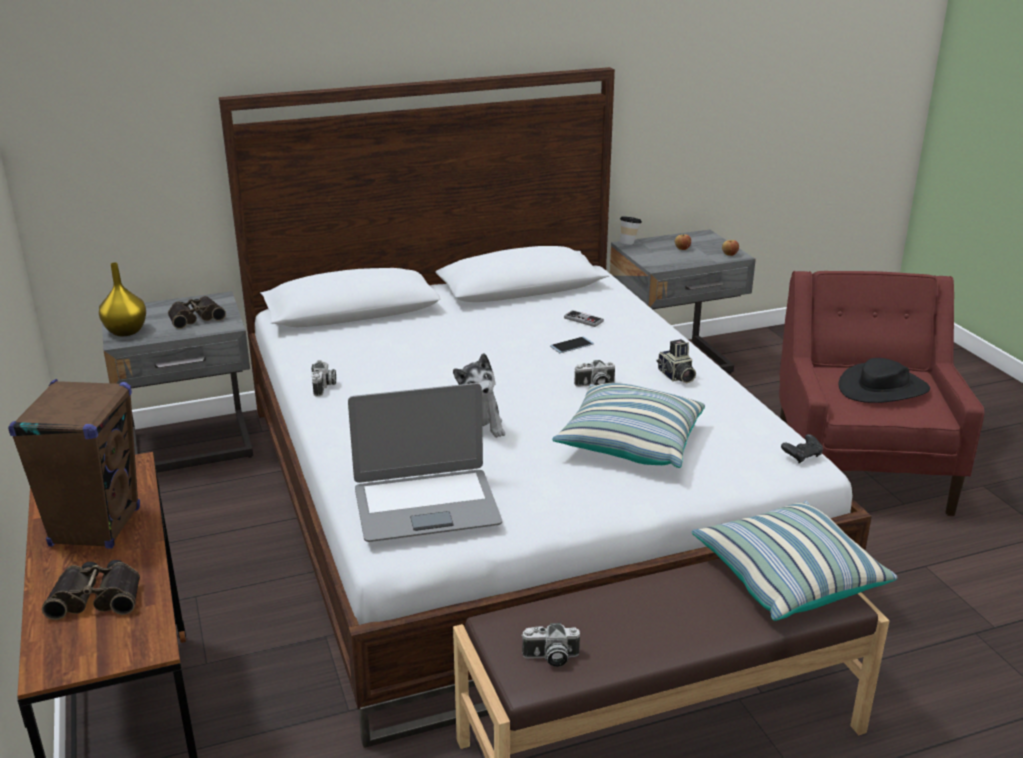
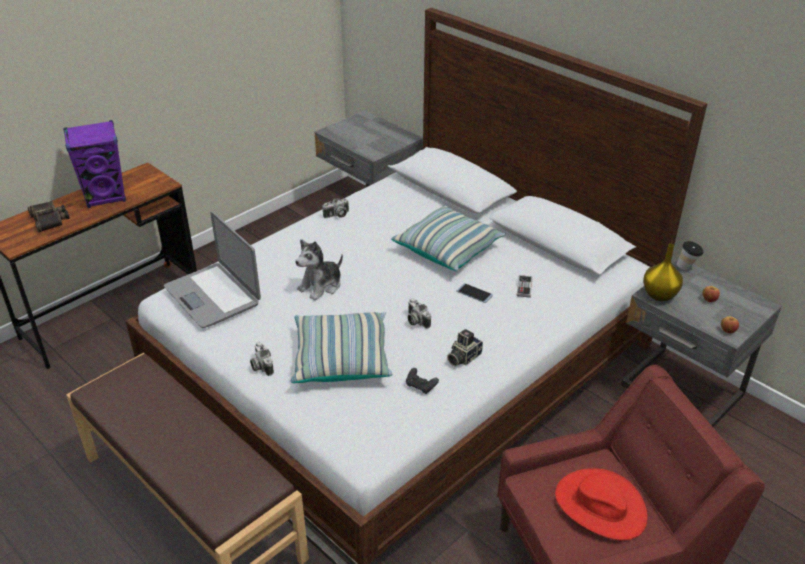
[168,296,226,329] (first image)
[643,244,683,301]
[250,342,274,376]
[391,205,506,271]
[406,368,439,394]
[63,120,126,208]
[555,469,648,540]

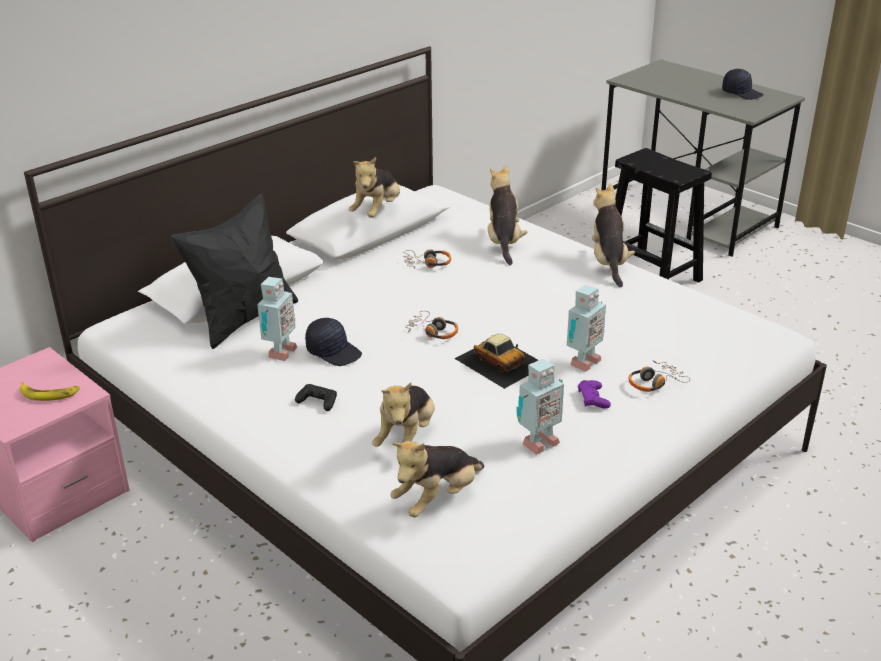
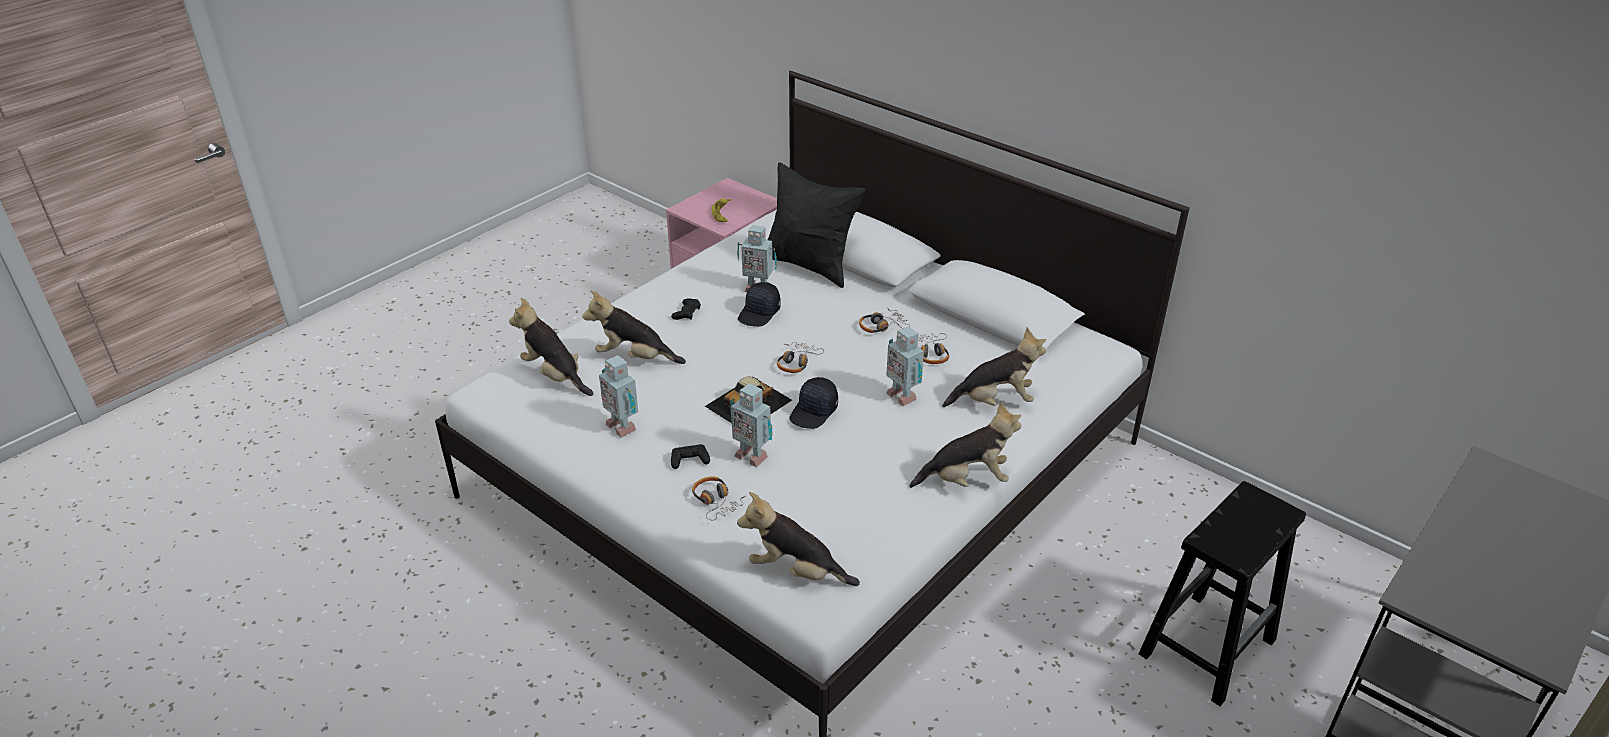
[859,308,910,333]
[886,326,924,406]
[737,492,860,586]
[790,377,838,429]
[671,444,710,469]

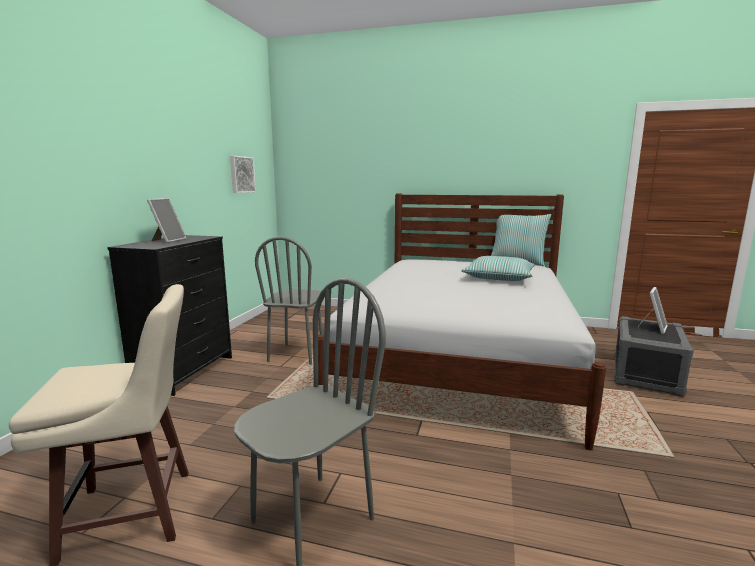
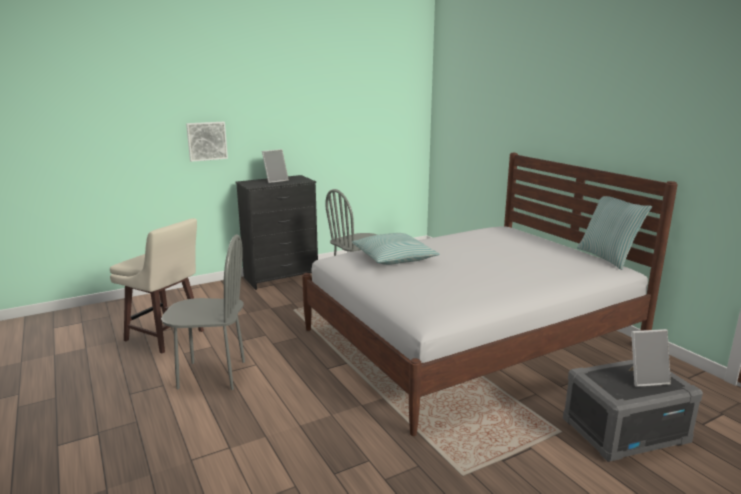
[186,122,228,162]
[352,233,440,265]

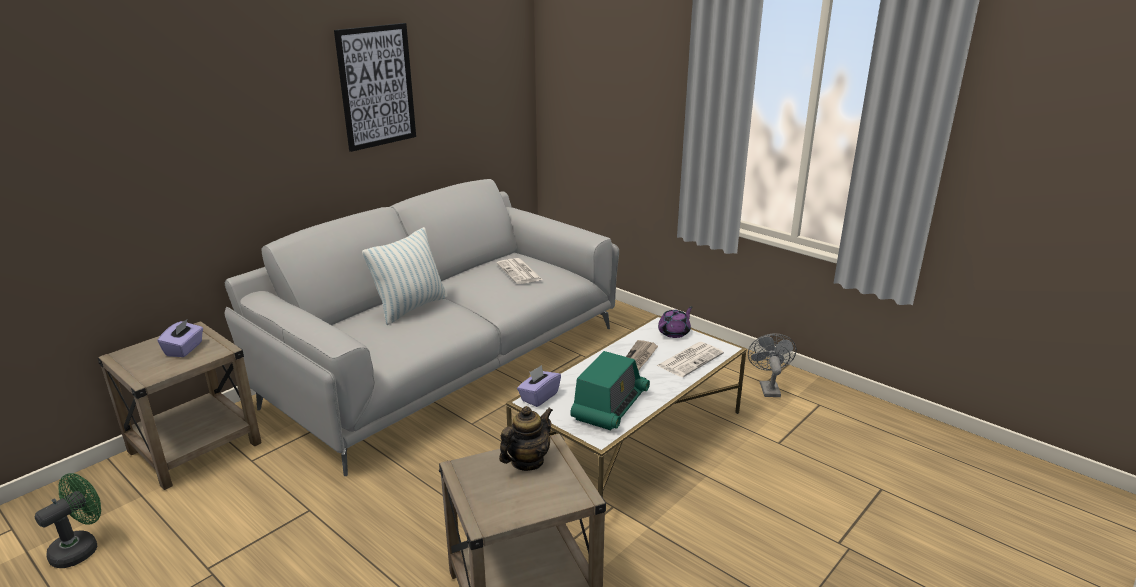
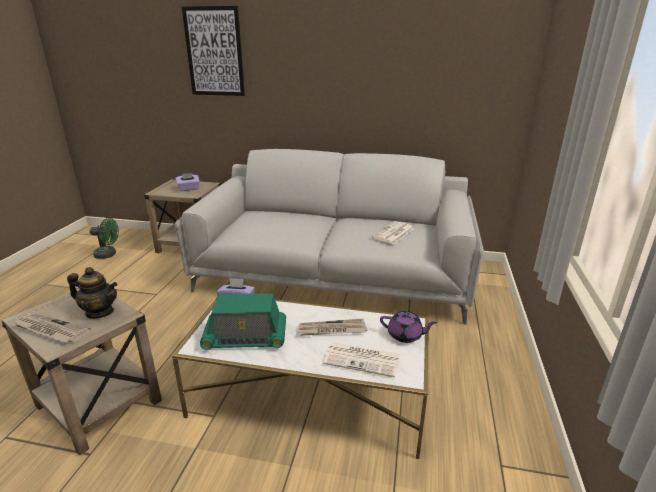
[362,227,448,325] (first image)
[748,333,797,397] (first image)
[12,313,91,343]
[182,6,245,96]

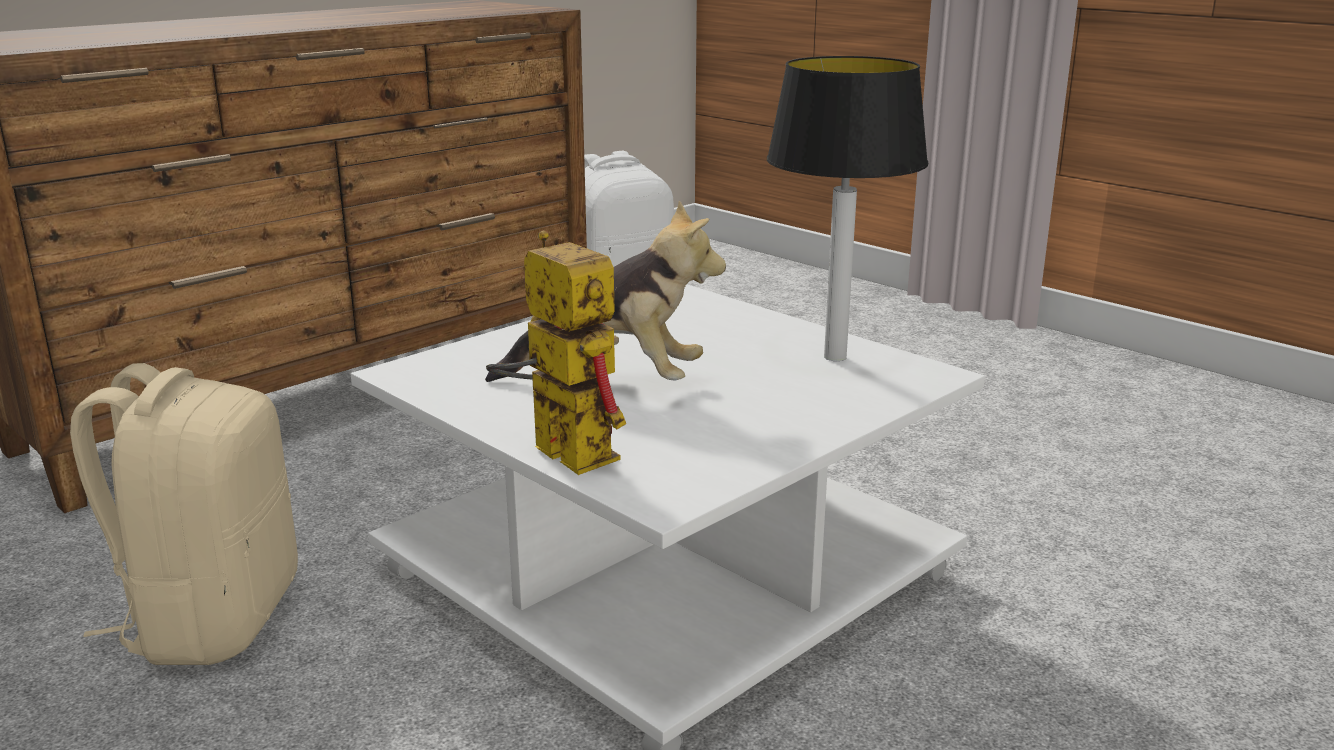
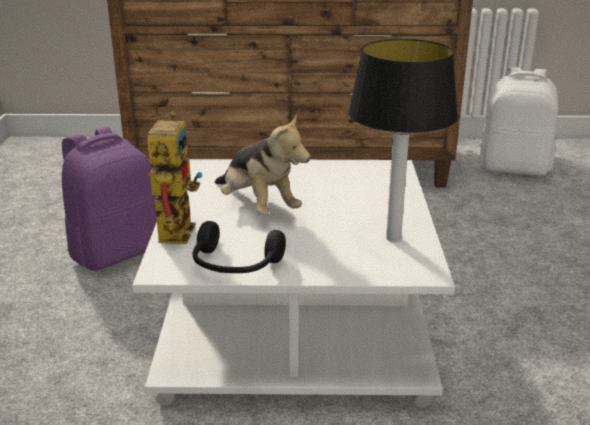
[193,221,286,273]
[62,127,157,271]

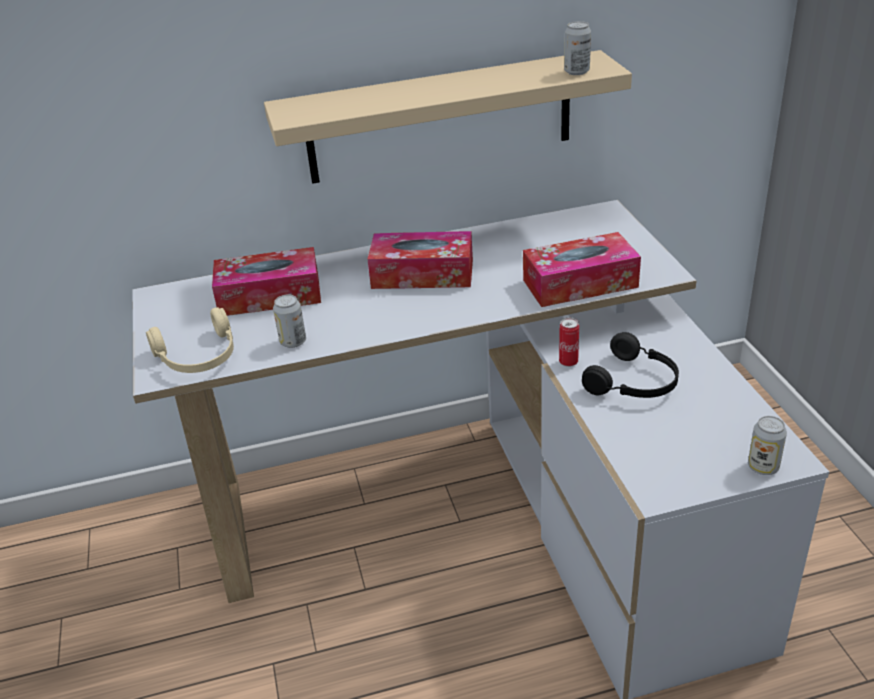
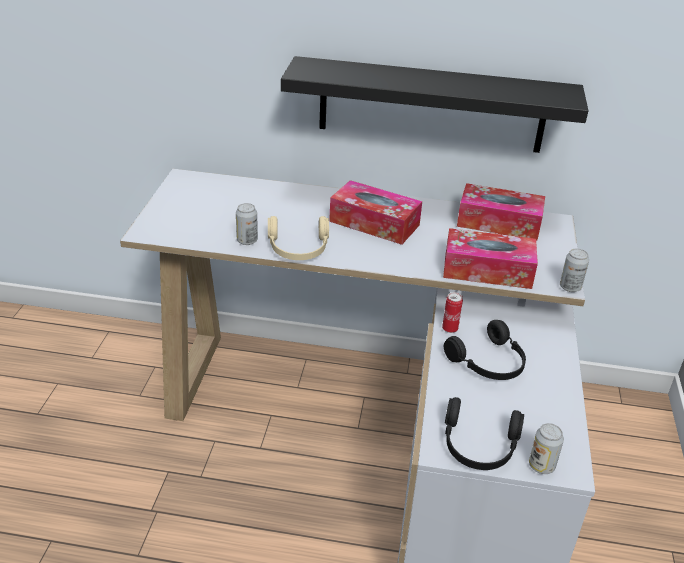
[445,397,524,470]
[268,216,329,260]
[457,183,545,241]
[560,249,589,292]
[281,56,588,153]

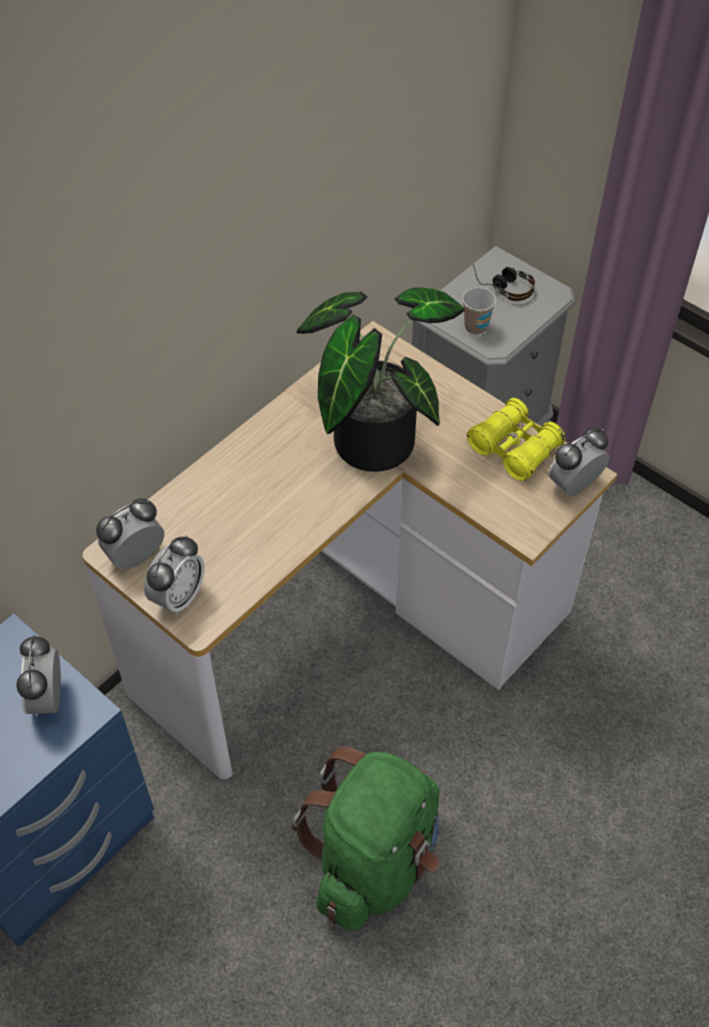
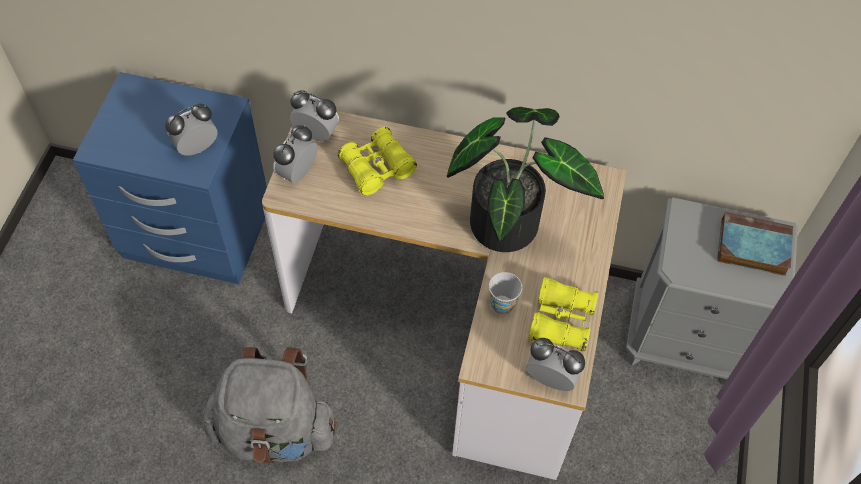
[338,127,417,196]
[489,272,522,314]
[717,212,793,276]
[203,347,338,463]
[273,125,318,183]

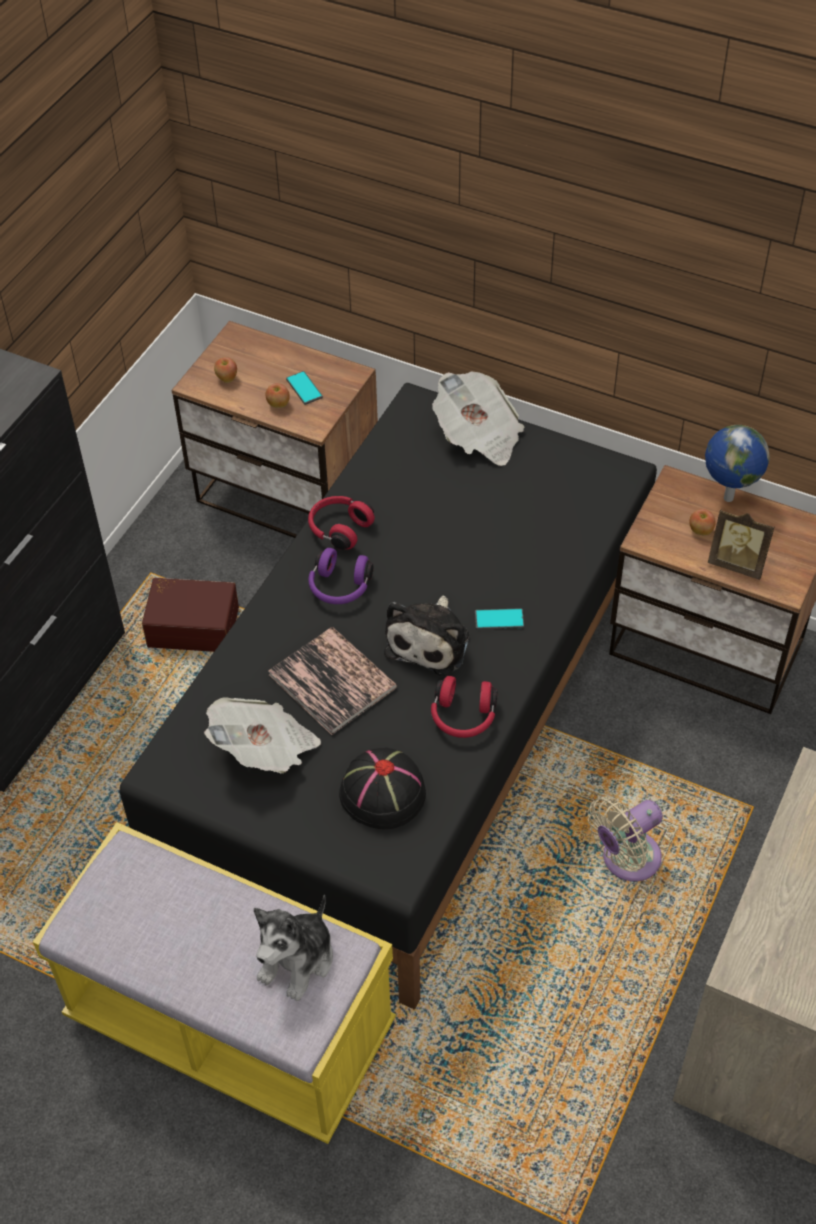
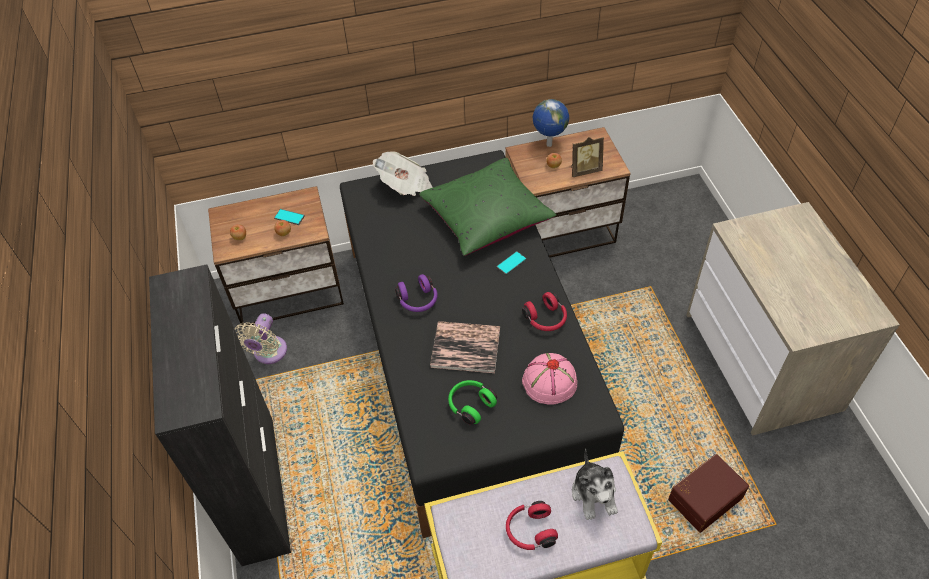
[384,596,469,675] (first image)
[419,158,556,256]
[668,454,749,533]
[506,501,558,550]
[234,313,287,364]
[448,380,497,425]
[522,353,578,405]

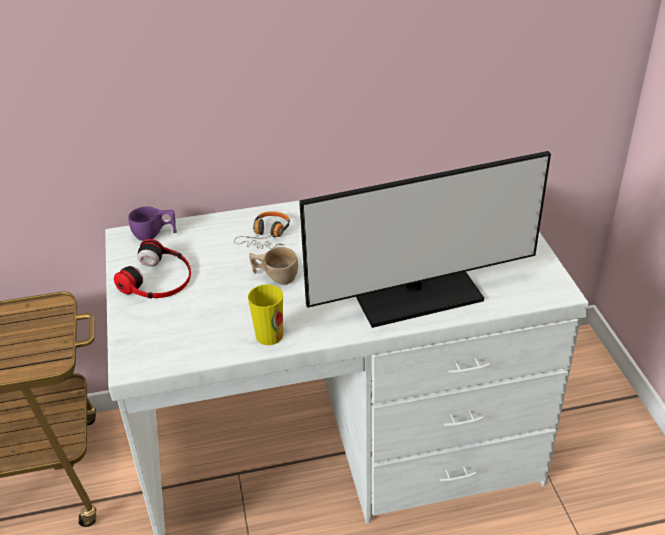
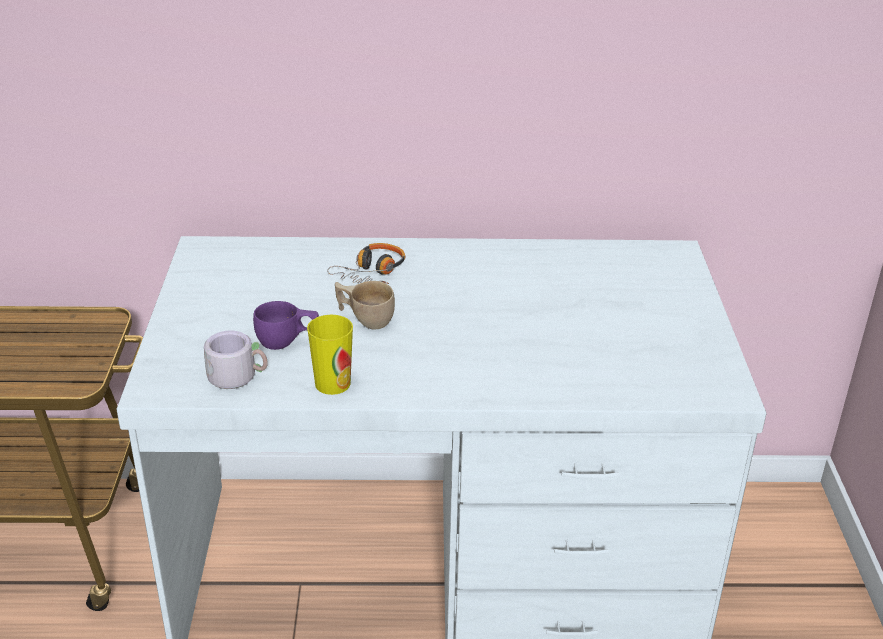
[114,239,191,298] (first image)
[299,151,551,328] (first image)
[204,331,268,389]
[253,301,319,350]

